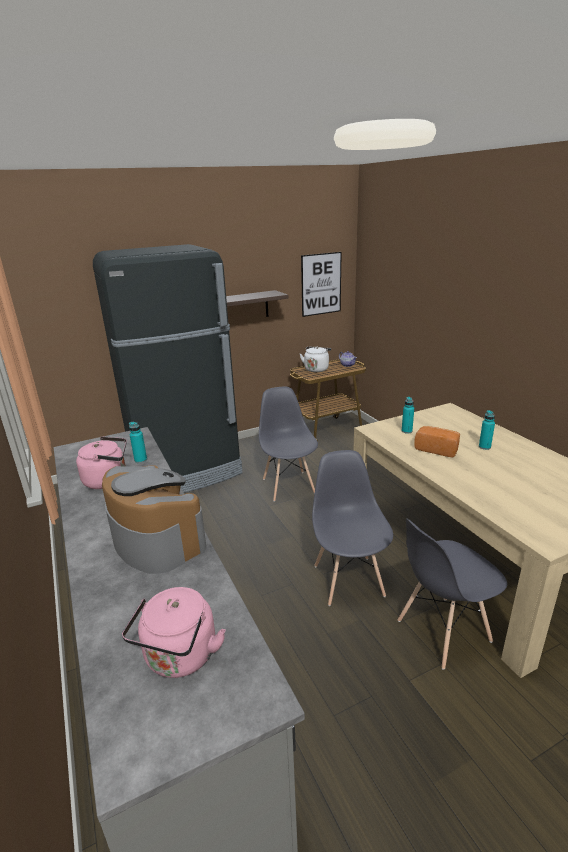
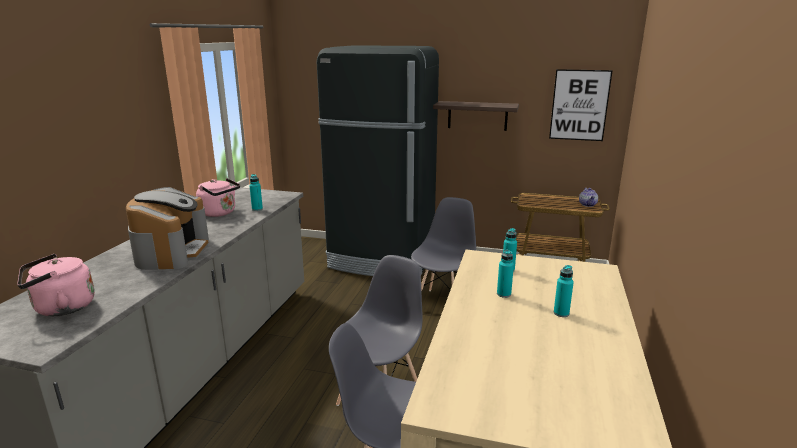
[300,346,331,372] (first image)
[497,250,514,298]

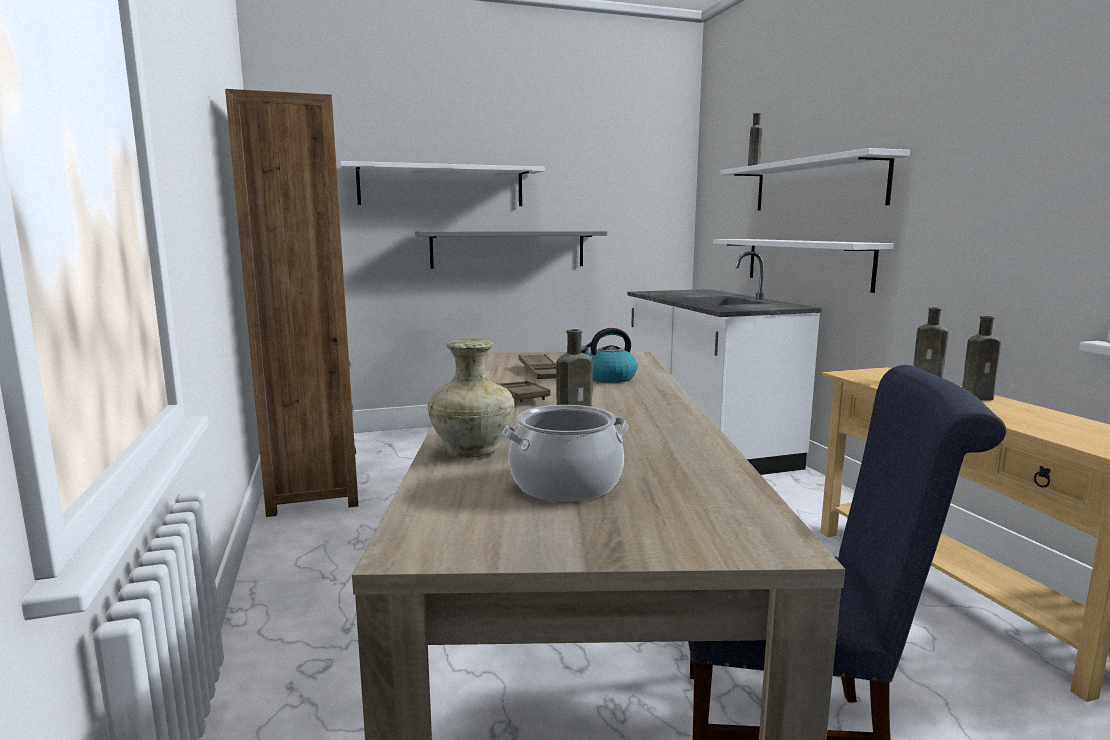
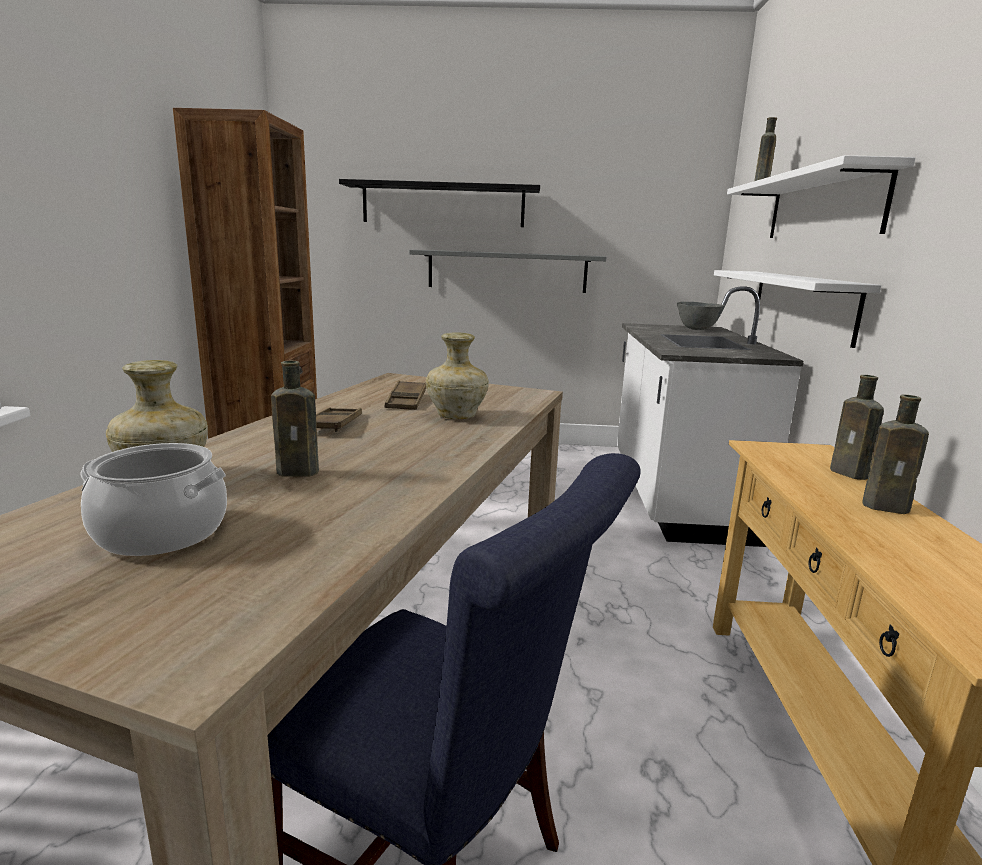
[677,302,725,330]
[426,332,489,419]
[339,179,540,227]

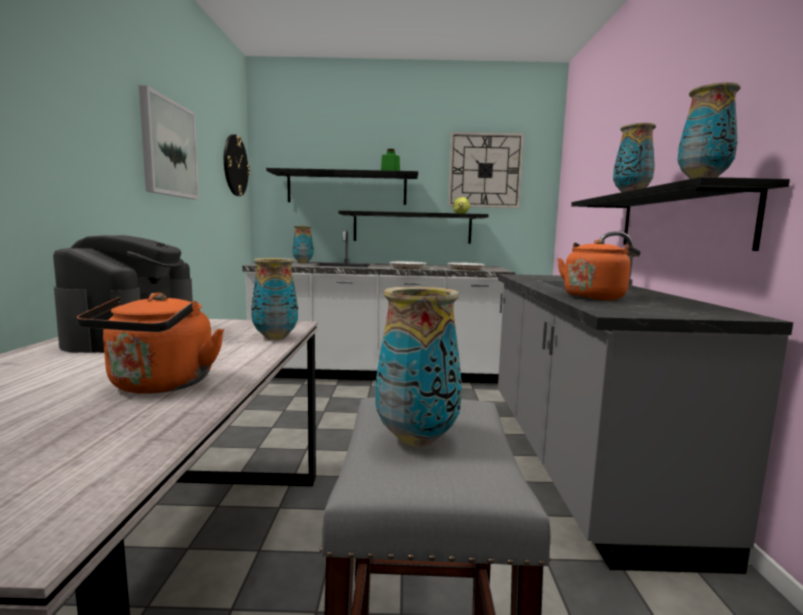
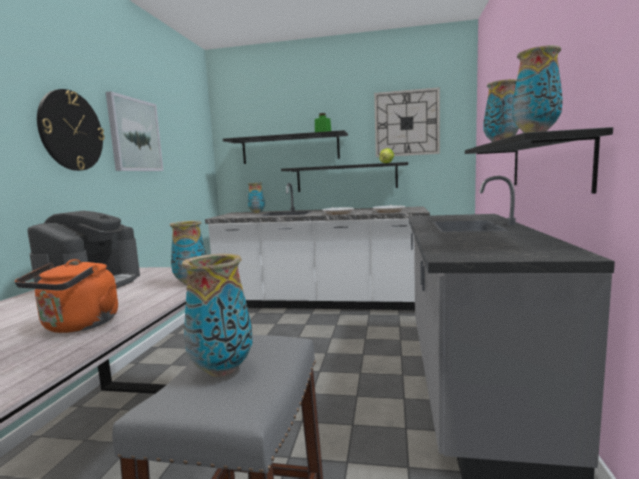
[557,239,640,300] (first image)
[37,89,105,171]

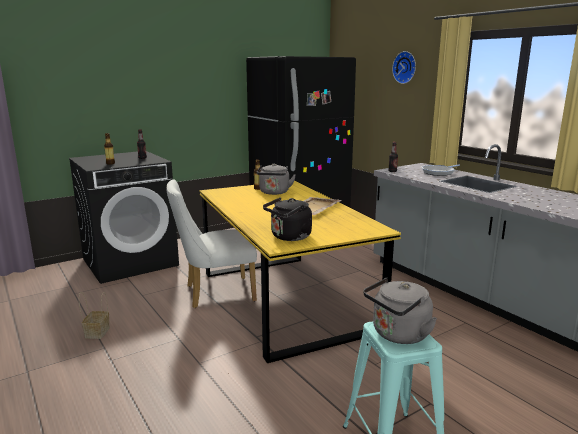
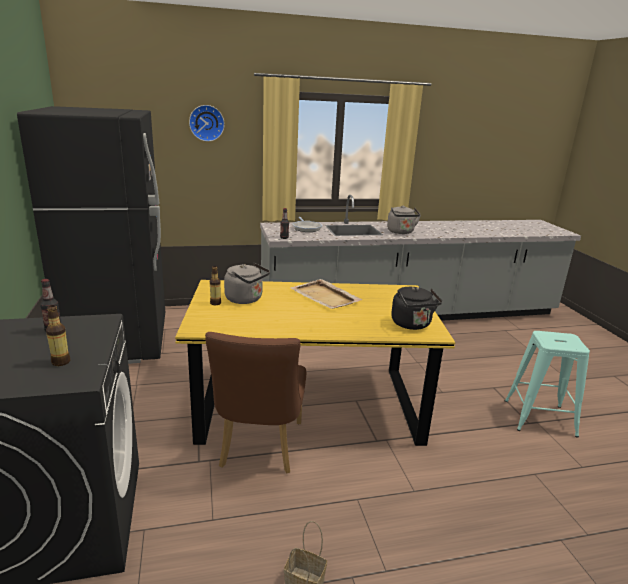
[387,206,421,234]
[205,332,306,474]

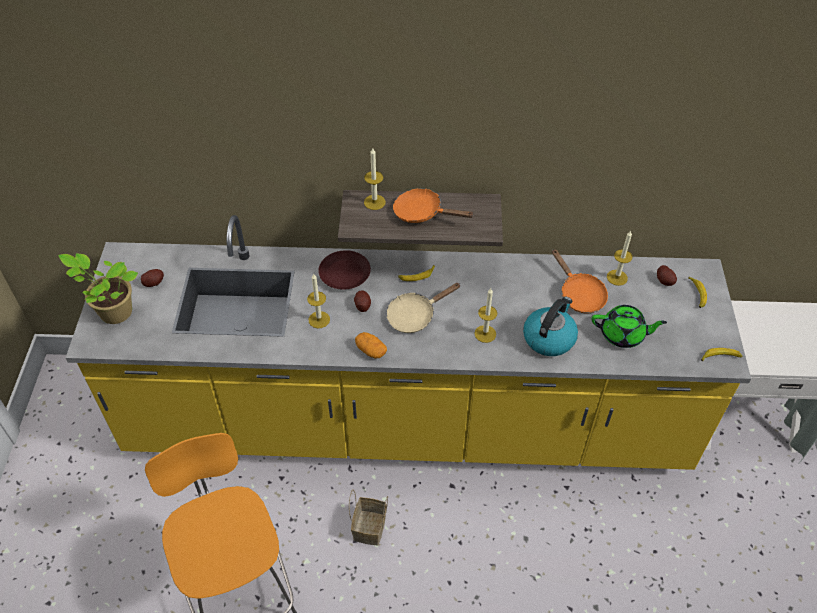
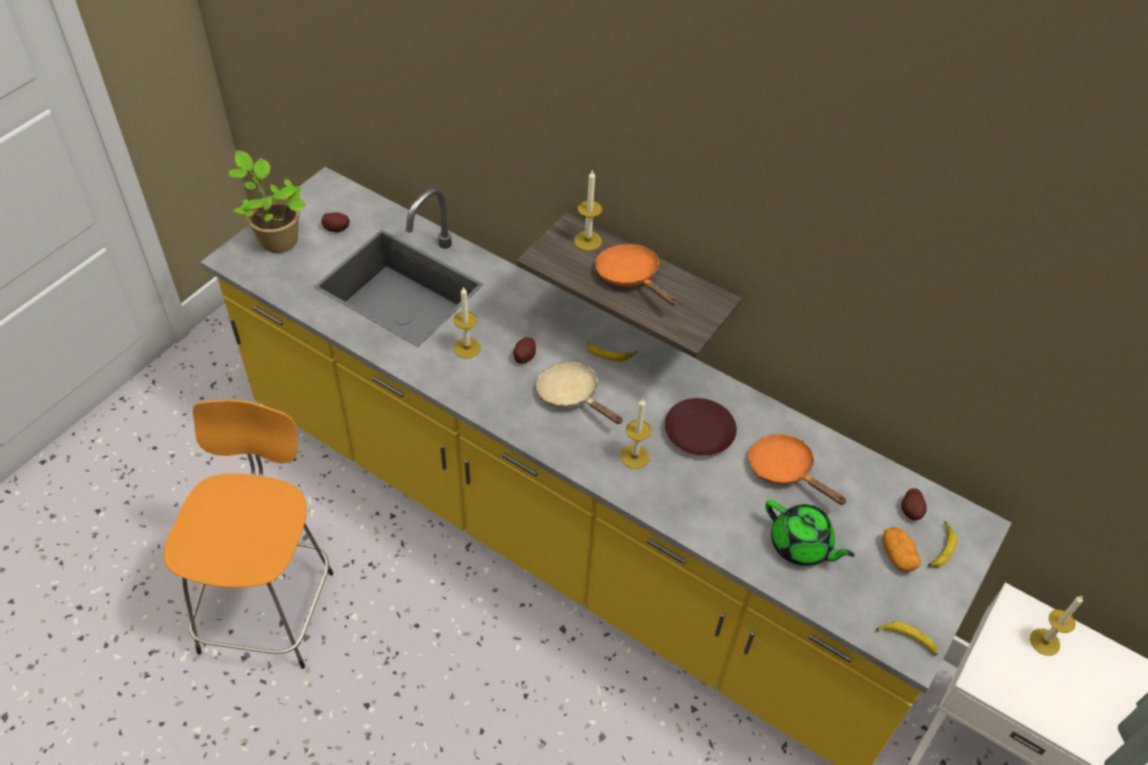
[349,490,388,545] (first image)
[523,296,578,356] (first image)
[665,398,737,456]
[882,527,921,572]
[1030,596,1083,656]
[536,362,623,424]
[749,434,847,505]

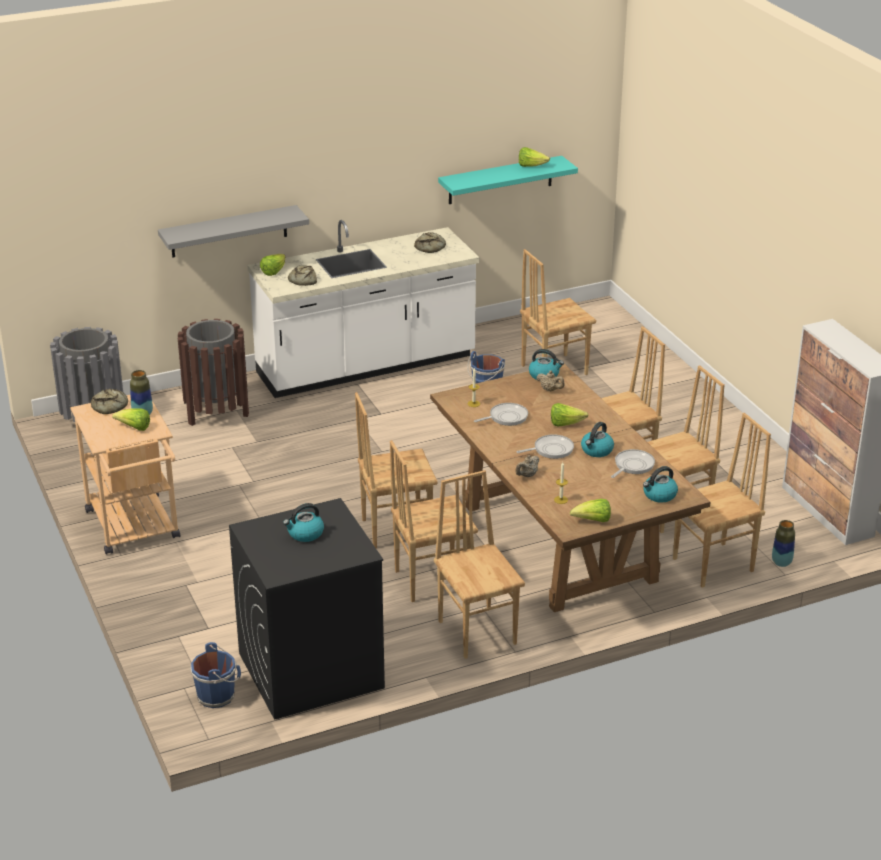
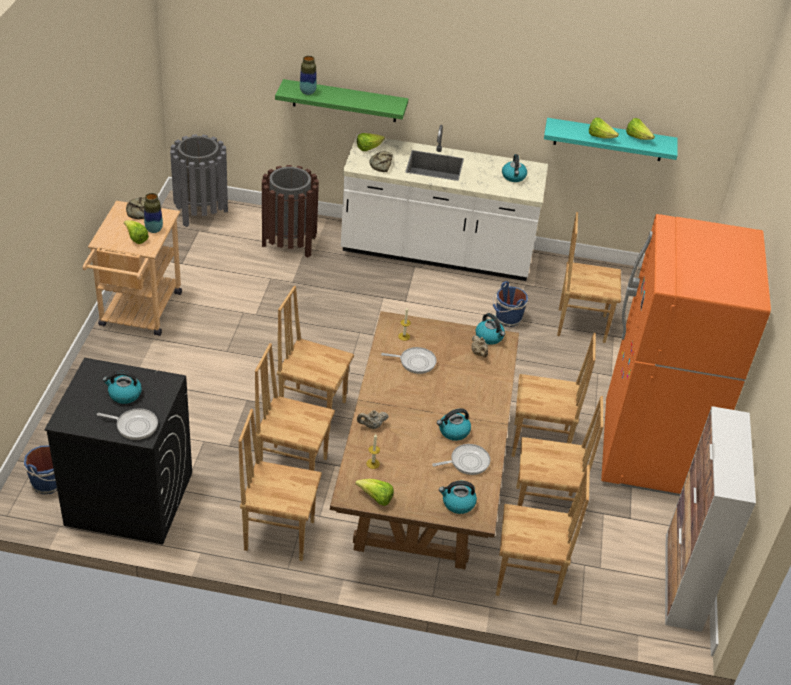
[601,214,771,496]
[97,408,158,440]
[589,117,619,139]
[300,56,317,95]
[502,154,527,182]
[275,79,408,122]
[238,409,322,561]

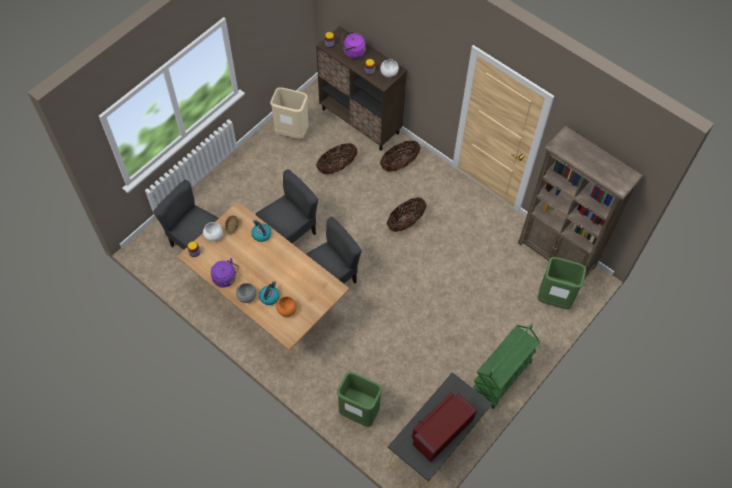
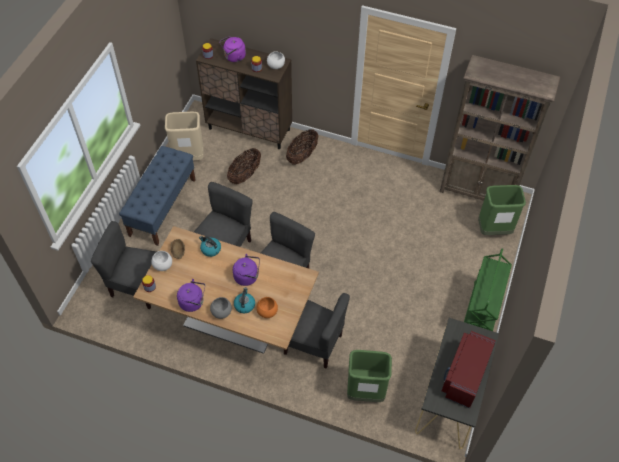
[387,197,427,232] (first image)
[119,146,196,246]
[233,254,260,286]
[284,293,350,369]

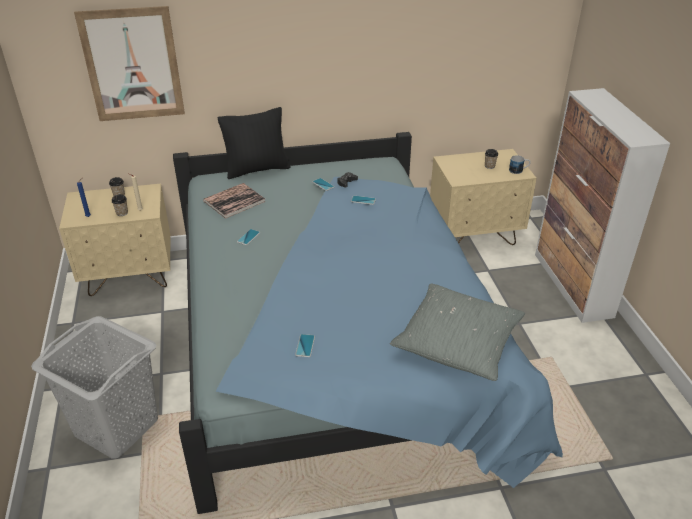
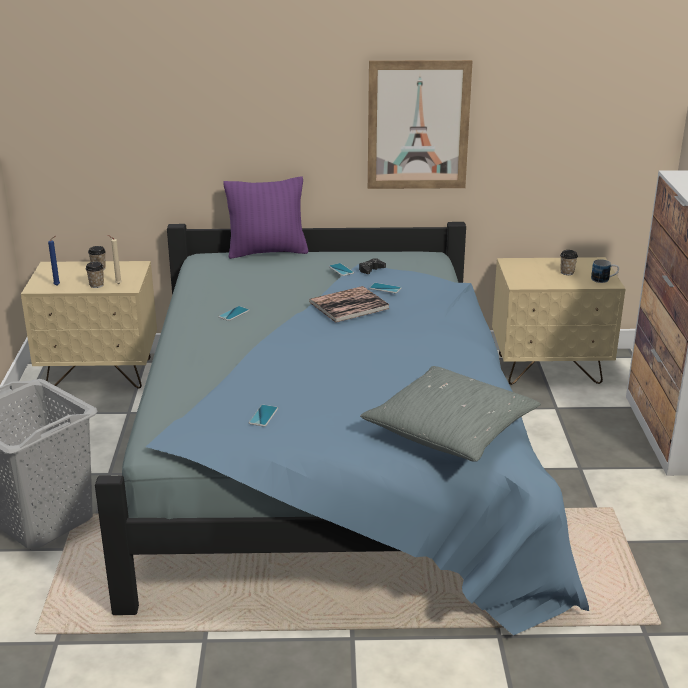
[368,60,473,189]
[309,286,390,323]
[223,177,308,259]

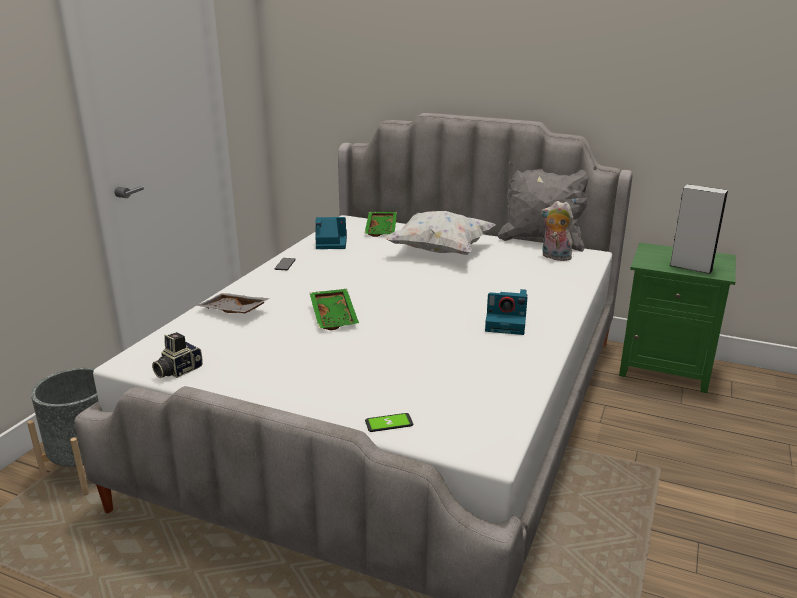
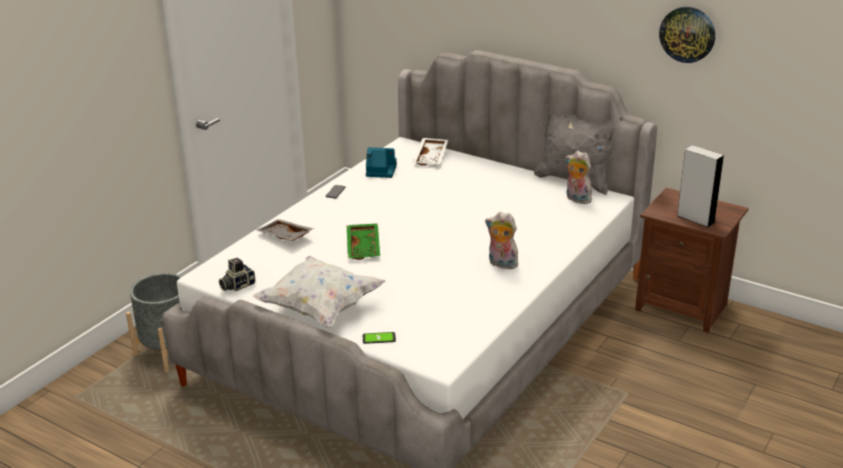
[659,7,715,63]
[253,256,386,328]
[485,212,520,269]
[413,138,448,166]
[635,188,748,333]

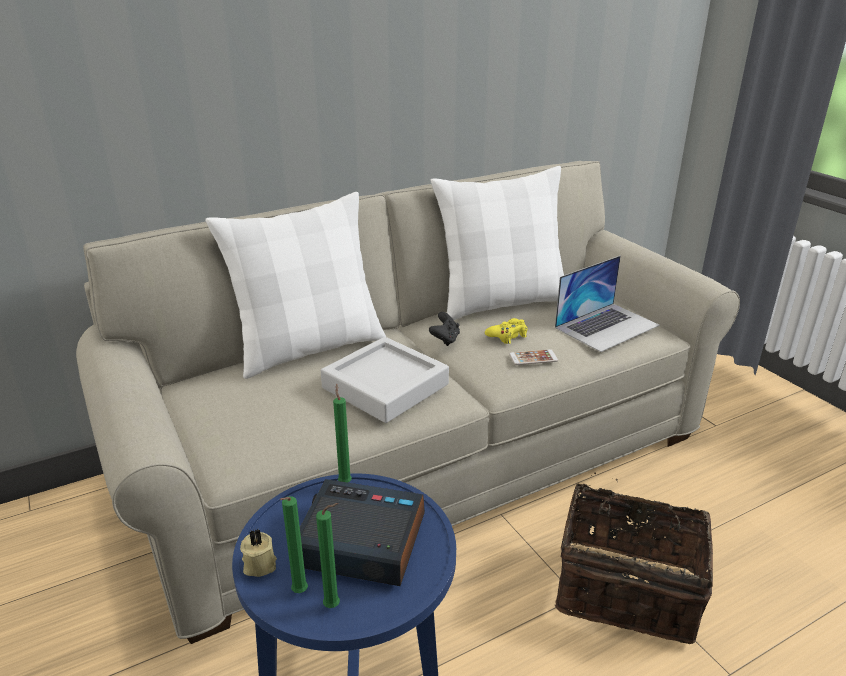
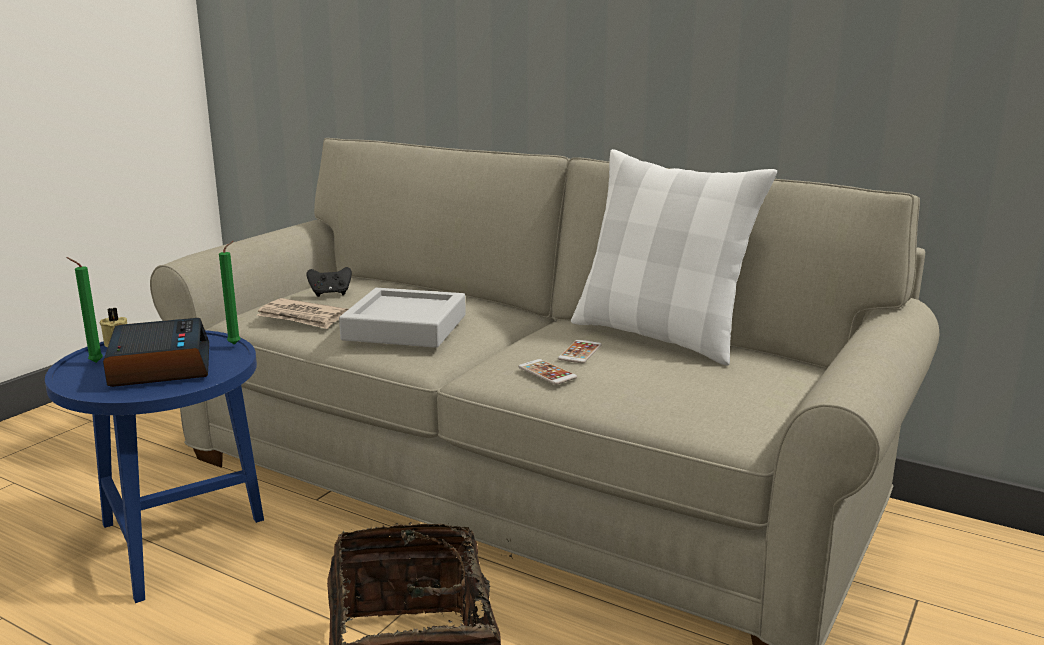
[205,192,386,379] (first image)
[316,503,340,608] (first image)
[555,256,660,352] (first image)
[257,298,348,329]
[307,267,352,297]
[558,340,602,363]

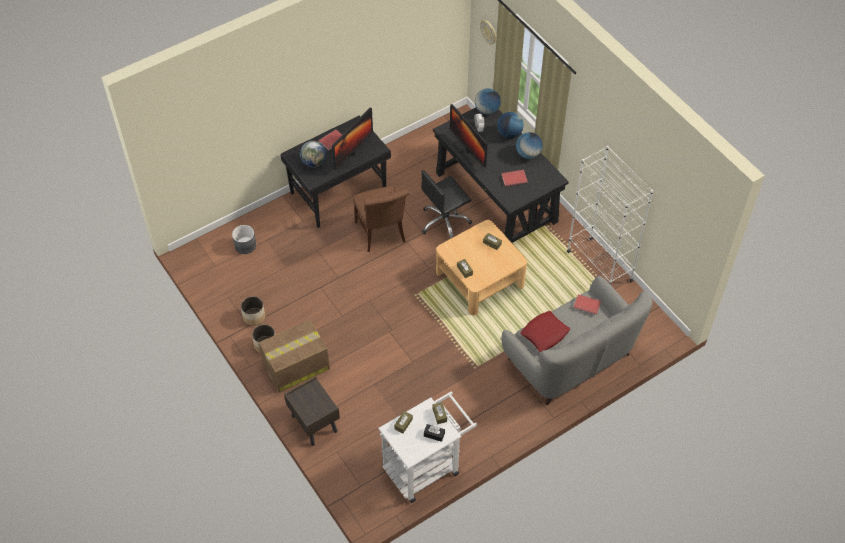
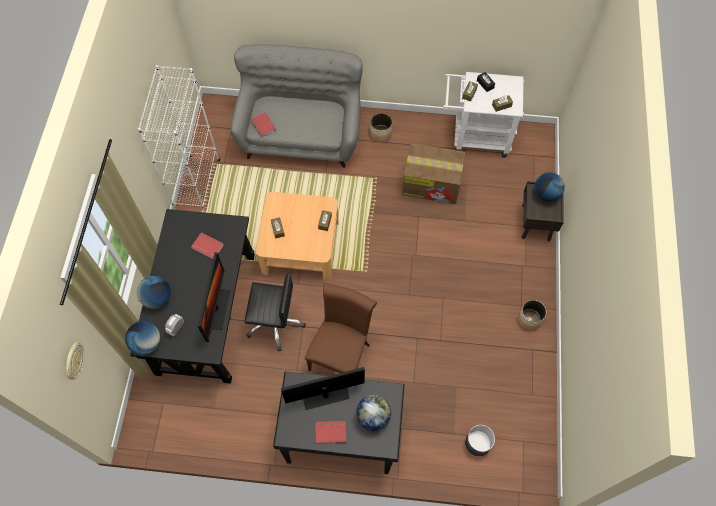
[520,311,570,352] (first image)
[370,113,392,142]
[402,143,465,204]
[534,172,565,202]

